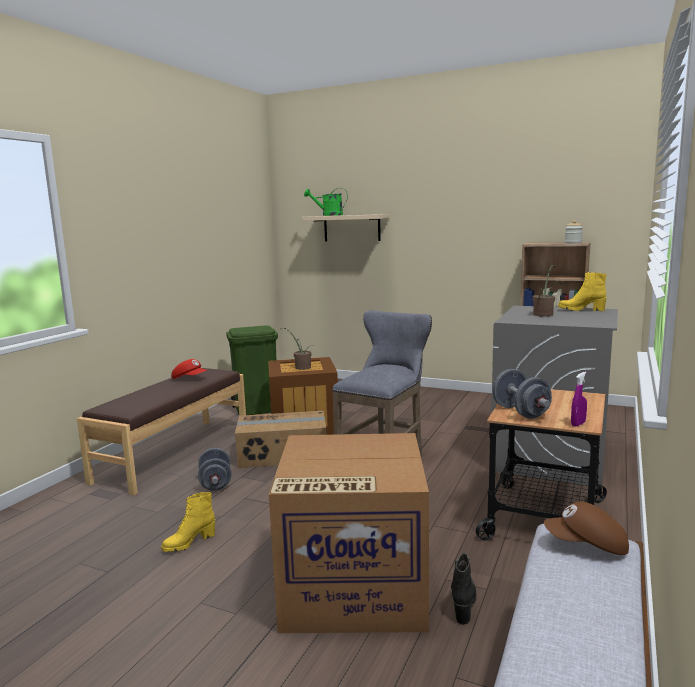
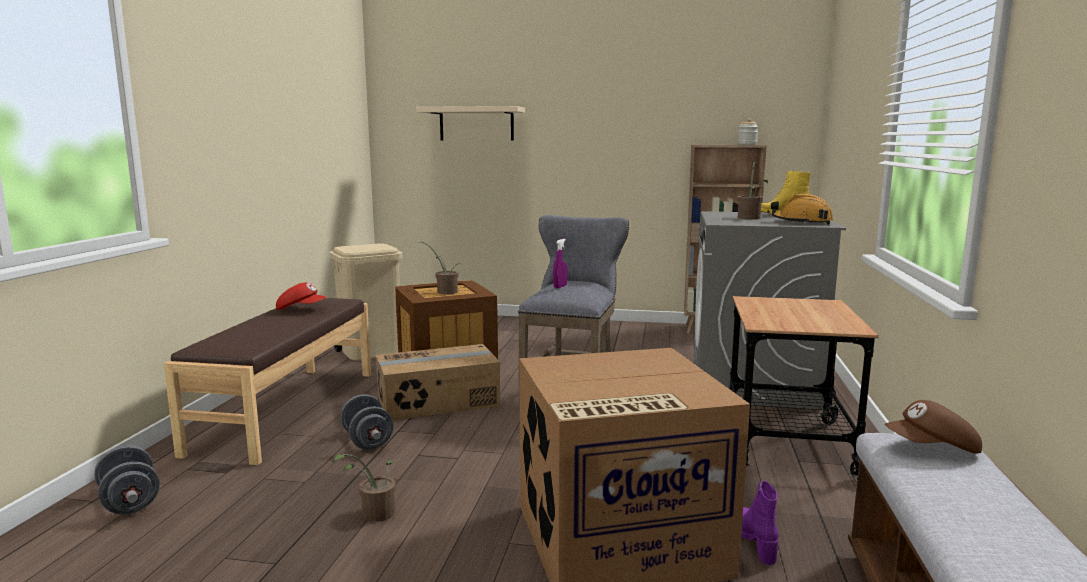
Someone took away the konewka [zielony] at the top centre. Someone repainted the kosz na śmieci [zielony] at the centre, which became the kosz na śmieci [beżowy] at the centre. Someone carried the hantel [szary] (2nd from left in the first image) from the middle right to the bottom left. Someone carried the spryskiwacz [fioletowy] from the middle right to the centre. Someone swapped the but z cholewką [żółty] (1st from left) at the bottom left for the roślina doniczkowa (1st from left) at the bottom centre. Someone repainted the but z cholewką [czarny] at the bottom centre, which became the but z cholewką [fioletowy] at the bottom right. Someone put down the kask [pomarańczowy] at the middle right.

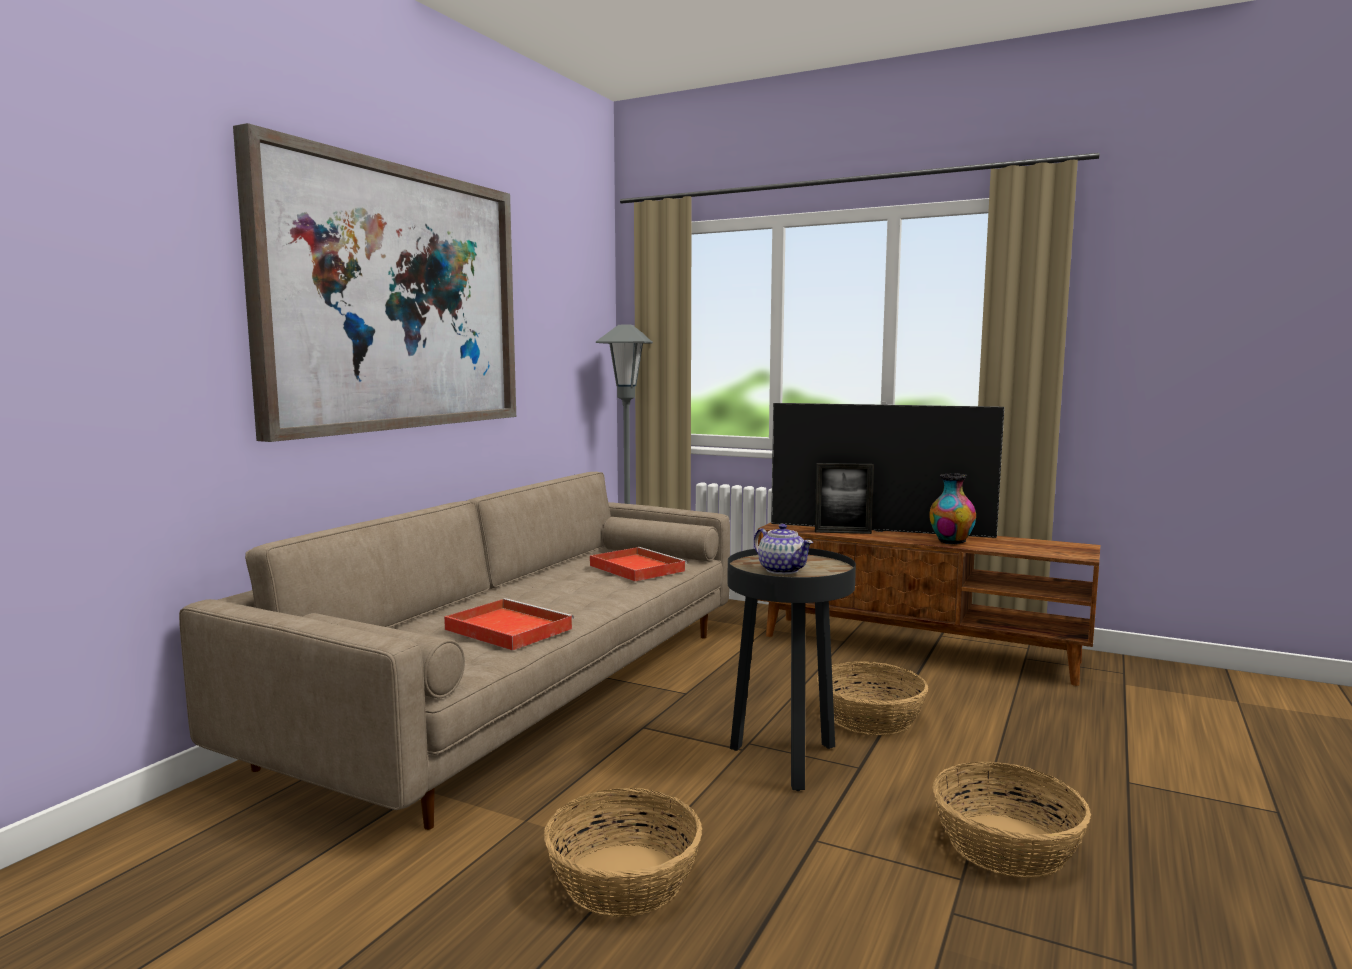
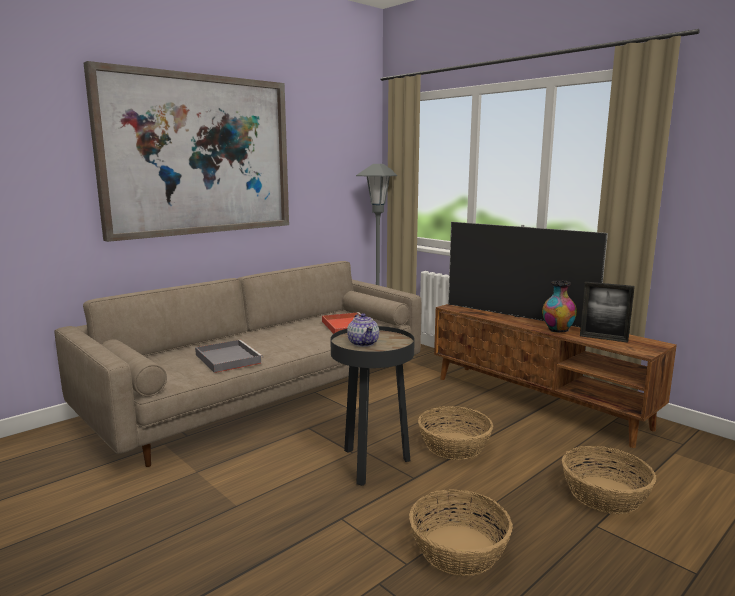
Someone carried the ramka na zdjęcie from the centre to the middle right. Someone repainted the taca [czerwony] (1st from left) at the centre, which became the taca [szary] at the middle left. Someone carried the koszyk (1st from left in the first image) from the bottom centre to the bottom right.

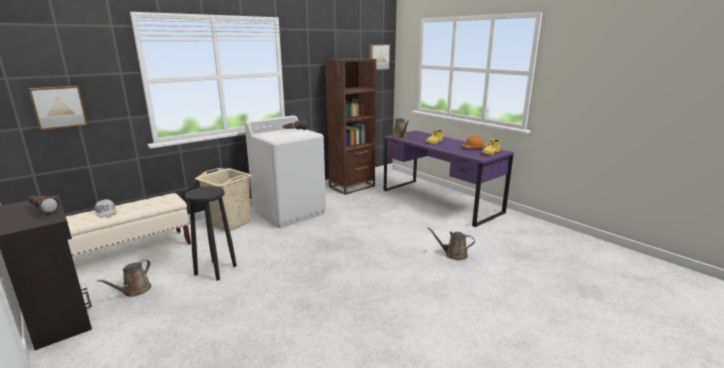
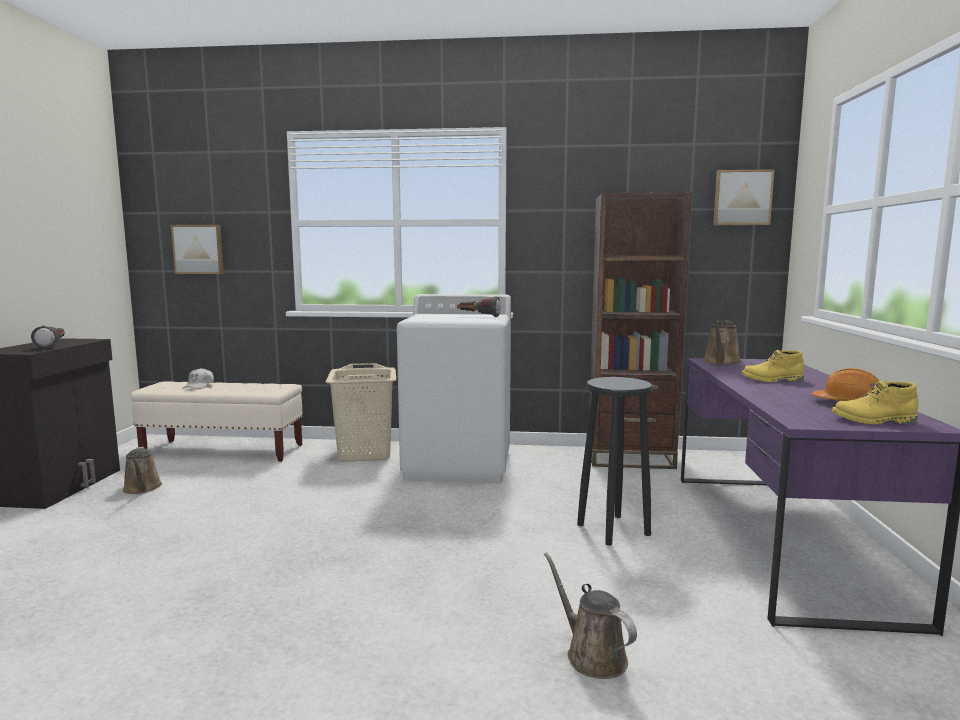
Someone carried the stołek [czarny] from the middle left to the centre. Someone rotated the konewka [brązowy] (1st from left) at the bottom left by 90 degrees counterclockwise.

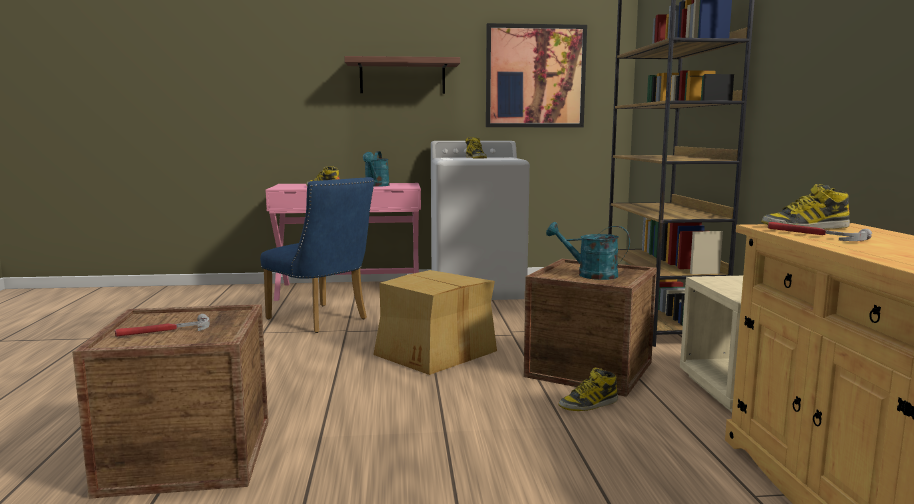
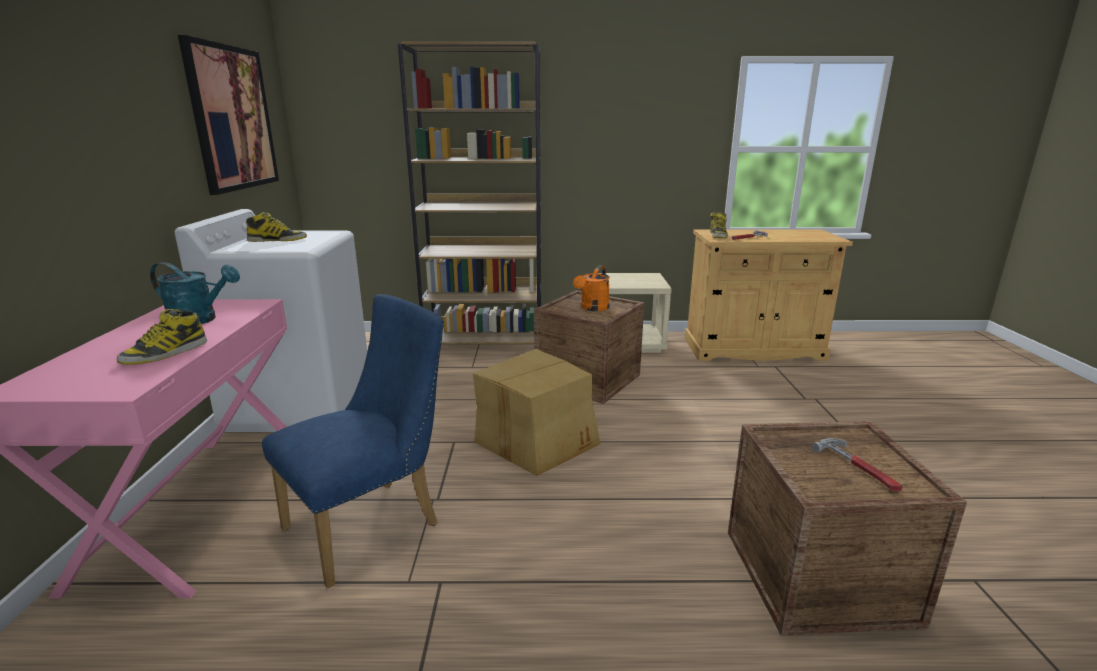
Someone took away the półka at the top centre. Someone repainted the konewka [turkusowy] (2nd from left) at the centre, which became the konewka [pomarańczowy] at the centre. Someone took away the but z cholewką (3rd from left) at the bottom centre.

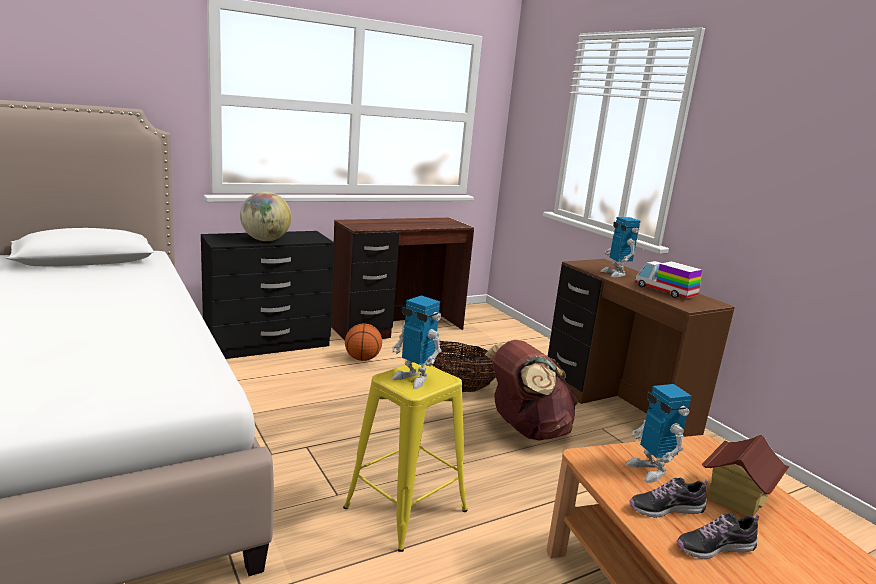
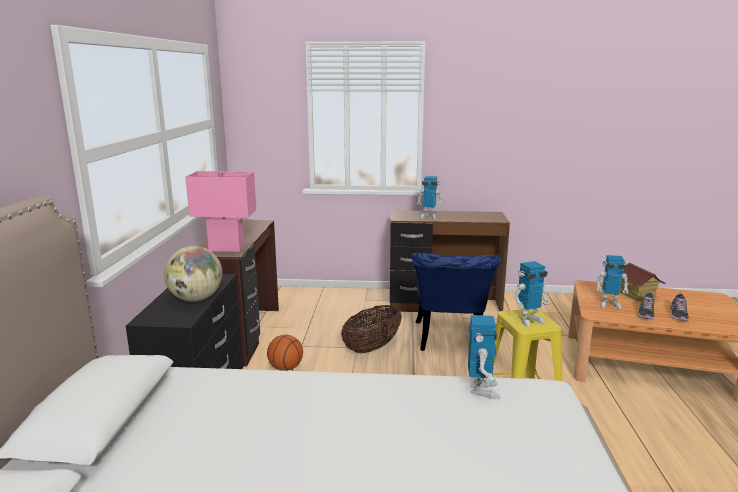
Someone took away the ciężarówka zabawkowa at the middle right. Someone swapped the plecak [brązowy] at the bottom centre for the krzesło [niebieski] at the centre. Someone put down the lampa stołowa [różowy] at the middle left. Someone put down the robot zabawkowy (2nd from left) at the bottom centre.

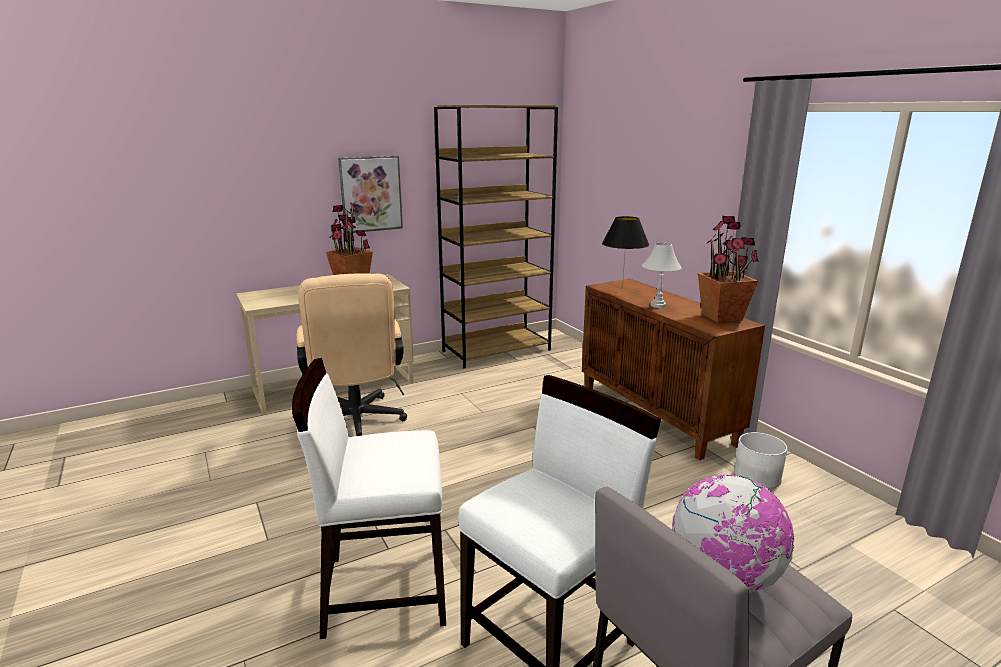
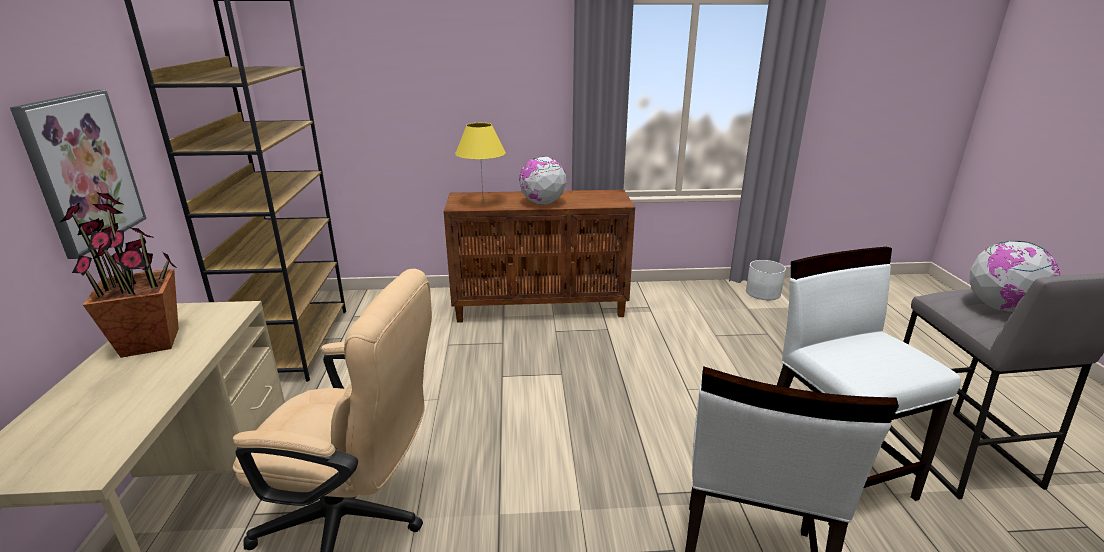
Someone repainted the lampa stołowa [czarny] at the centre, which became the lampa stołowa [żółty] at the top centre. Someone took away the roślina doniczkowa (2nd from left) at the middle right. Someone swapped the lampa stołowa [biały] at the centre for the globus (1st from left) at the top centre. Someone carried the donica [biały] from the bottom right to the middle right.

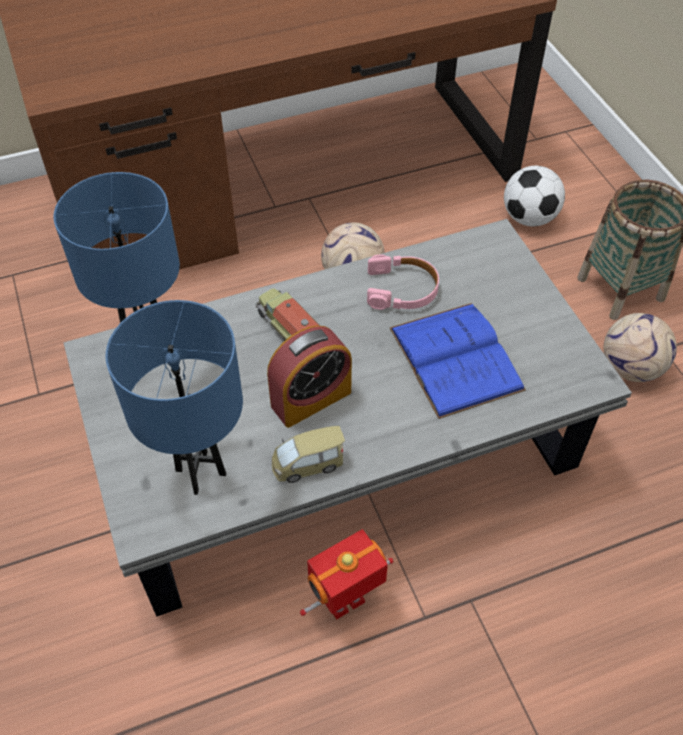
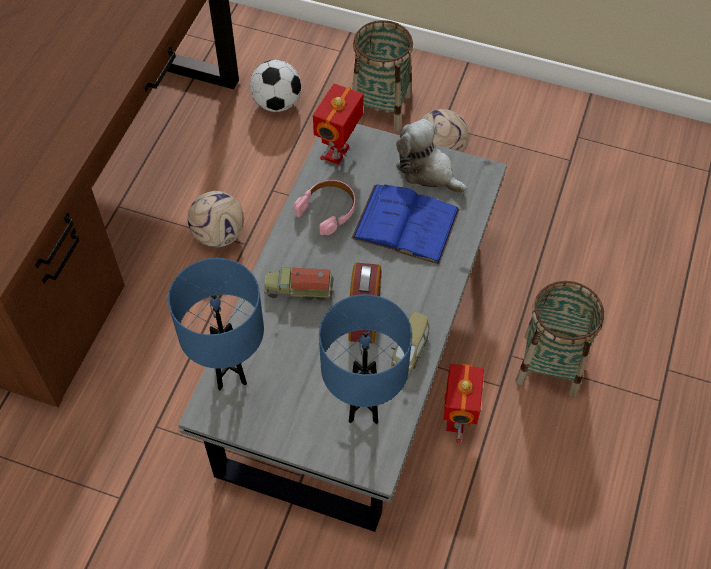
Someone put down the robot zabawkowy (1st from left) at the top centre. Someone put down the pluszak at the top centre. Someone put down the koszyk (2nd from left) at the middle right.

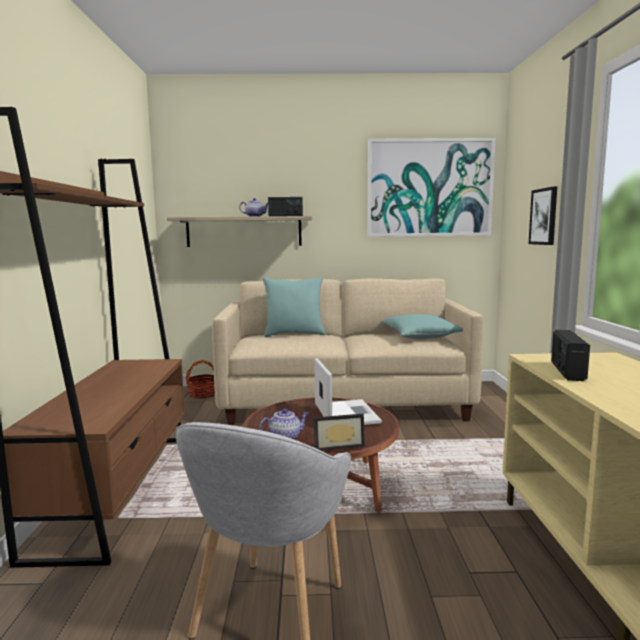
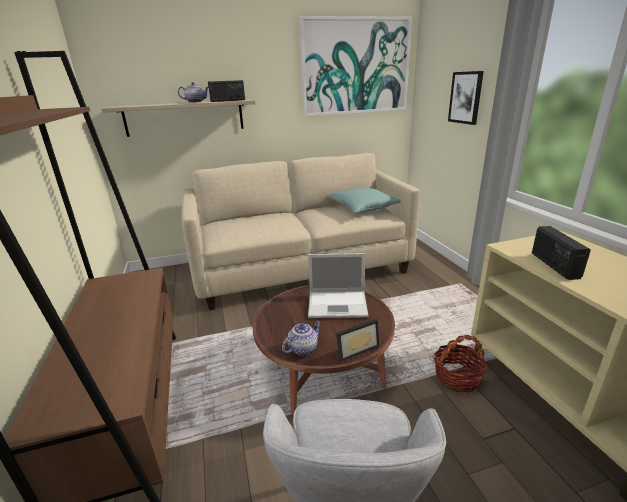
Someone took away the poduszka [turkusowy] (1st from left) at the centre. Someone rotated the laptop at the centre by 120 degrees clockwise. Someone carried the koszyk from the middle left to the bottom right.

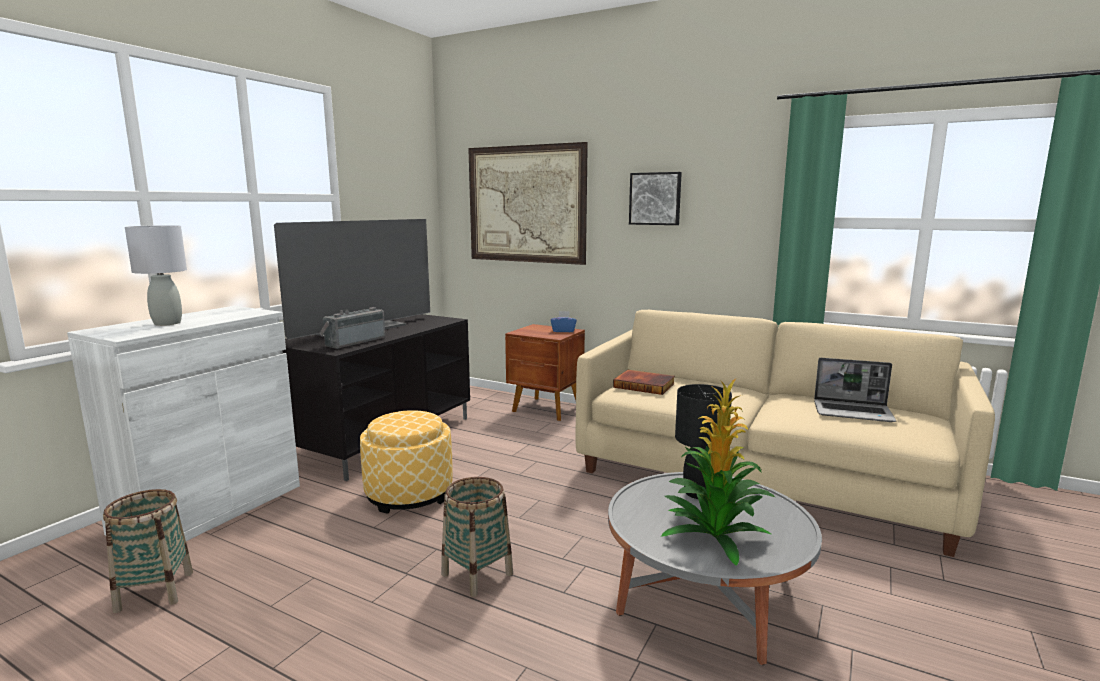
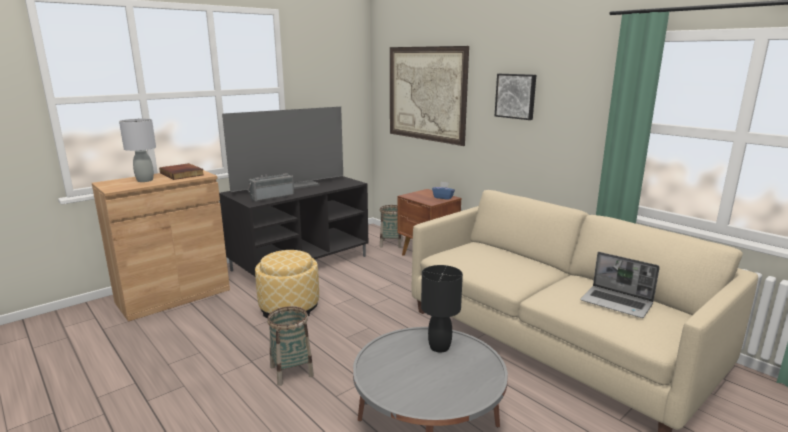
Someone repainted the szafka [biały] at the middle left, which became the szafka [brązowy] at the middle left. Someone carried the książka from the centre to the middle left. Someone took away the roślina doniczkowa at the bottom centre. Someone carried the koszyk (1st from left in the first image) from the bottom left to the centre.

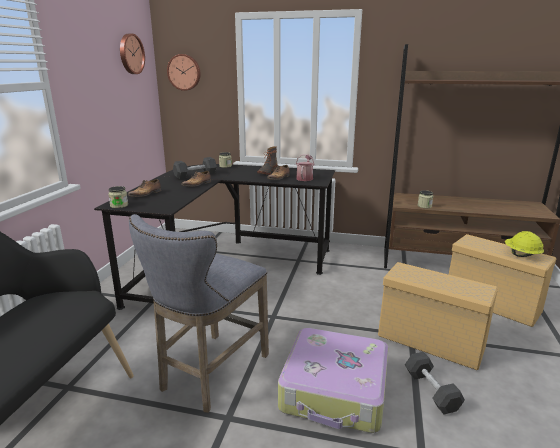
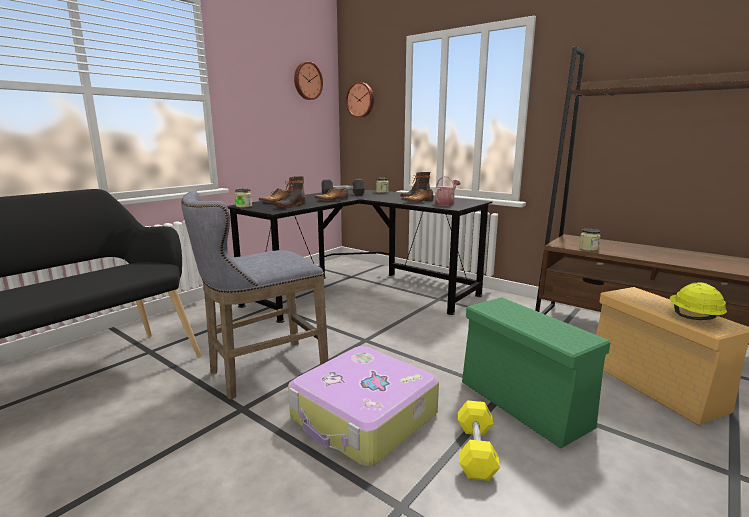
Someone repainted the pojemnik do przechowywania [beżowy] (1st from left) at the bottom right, which became the pojemnik do przechowywania [zielony] at the bottom right. Someone repainted the hantel [czarny] (2nd from left) at the bottom right, which became the hantel [żółty] at the bottom centre. Someone put down the but z cholewką (1st from left) at the centre.

